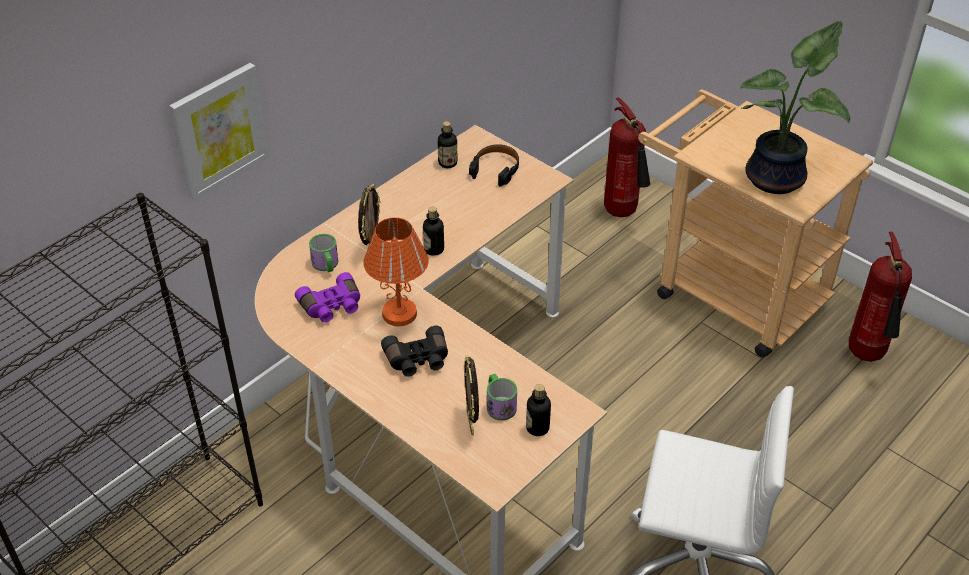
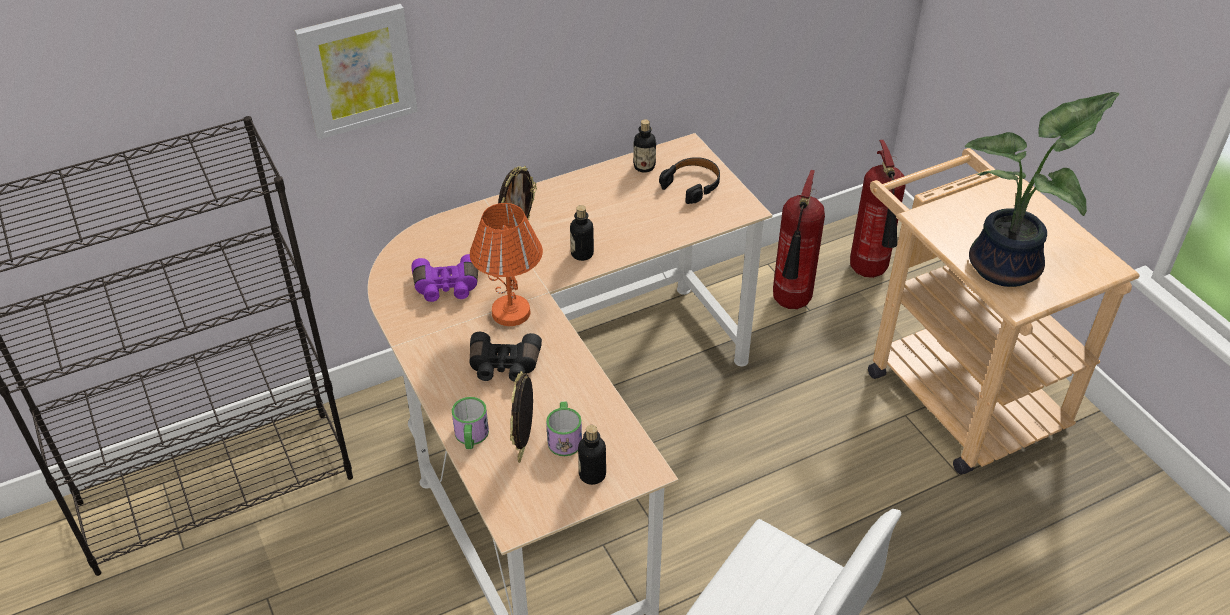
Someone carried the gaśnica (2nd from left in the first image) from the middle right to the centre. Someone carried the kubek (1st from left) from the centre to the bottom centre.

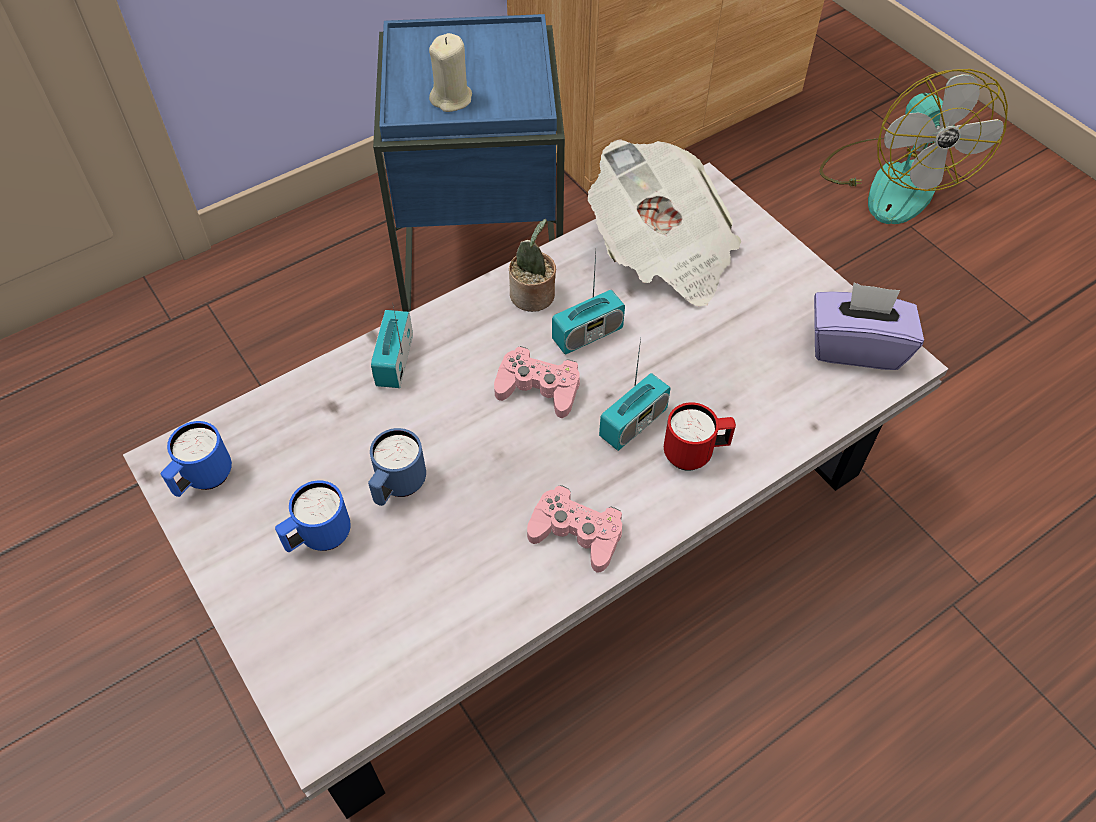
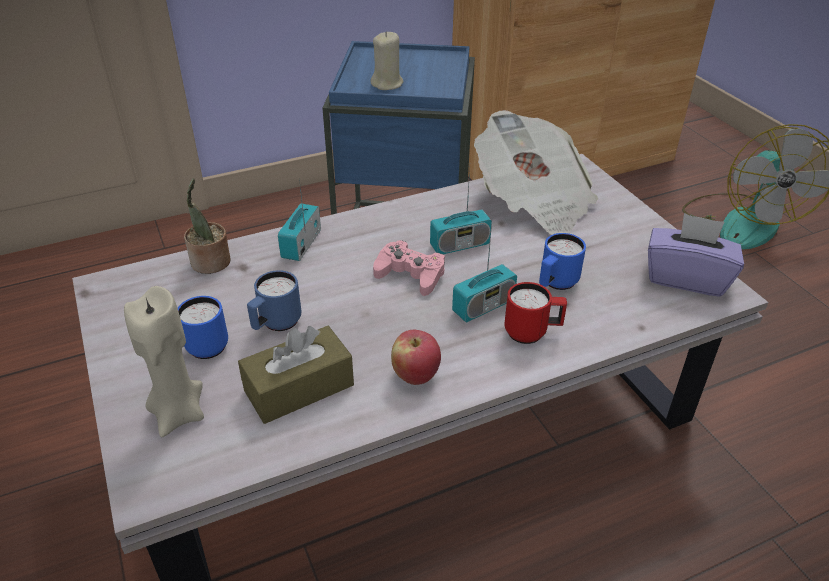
Someone carried the roślina doniczkowa from the top centre to the middle left. Someone carried the kubek [niebieski] (1st from left in the first image) from the middle left to the middle right. Someone swapped the pad do gier [różowy] (2nd from left) at the centre for the jabłko at the centre. Someone put down the świeca [beżowy] (1st from left) at the middle left. Someone put down the pudełko chusteczek [brązowy] at the centre.

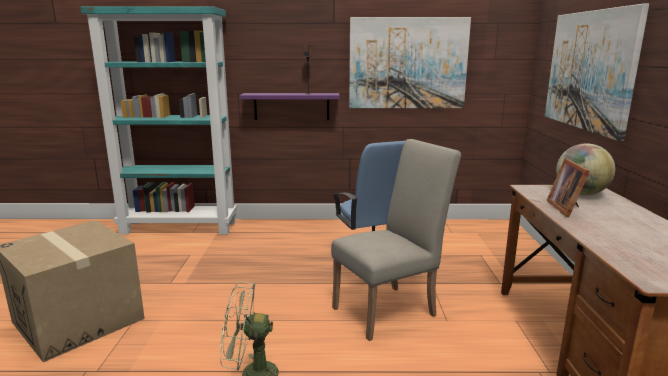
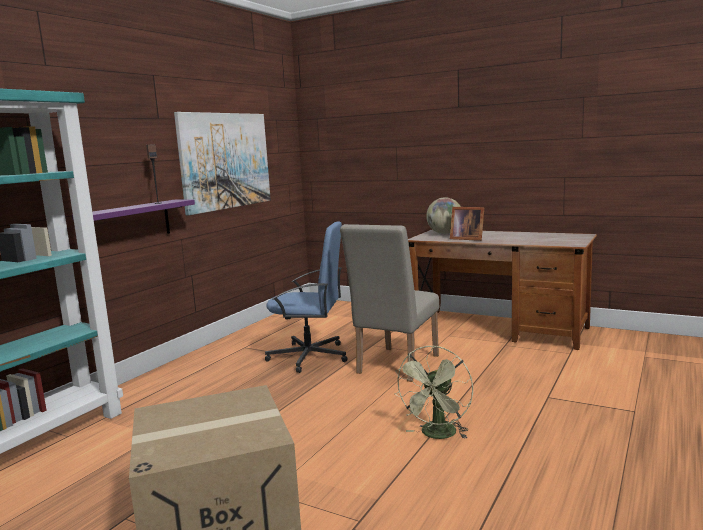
Someone took away the obraz (2nd from left) at the top right. Someone rotated the krzesło [beżowy] at the centre by 150 degrees counterclockwise.

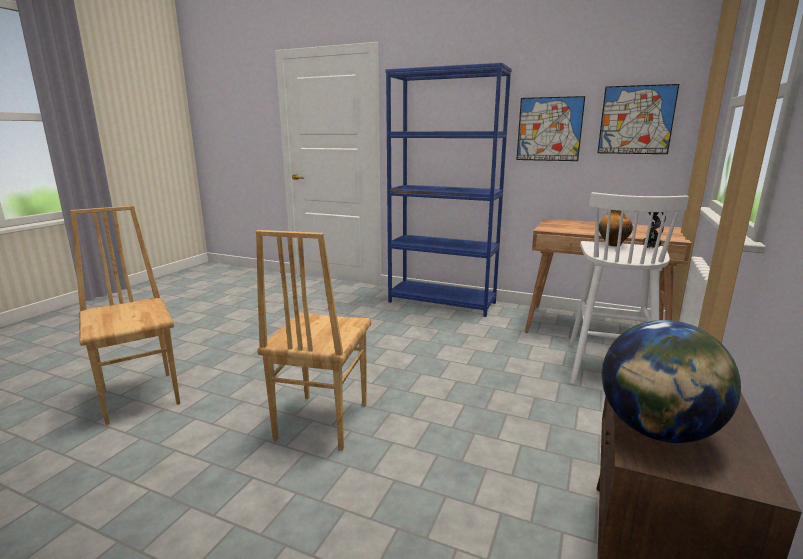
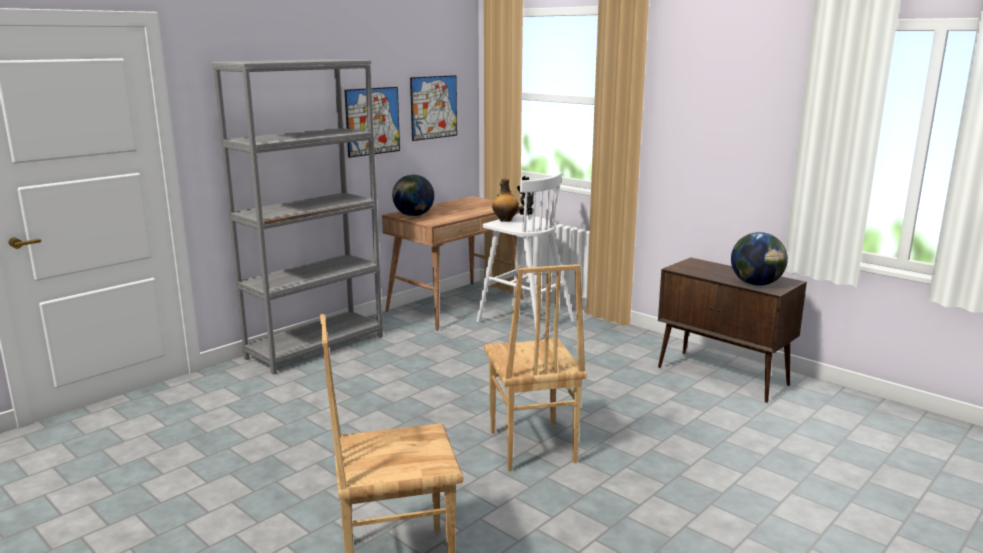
Someone repainted the regał [niebieski] at the centre, which became the regał [szary] at the middle left. Someone rotated the krzesło [brązowy] (2nd from left) at the centre by 45 degrees clockwise. Someone put down the globus (1st from left) at the centre.

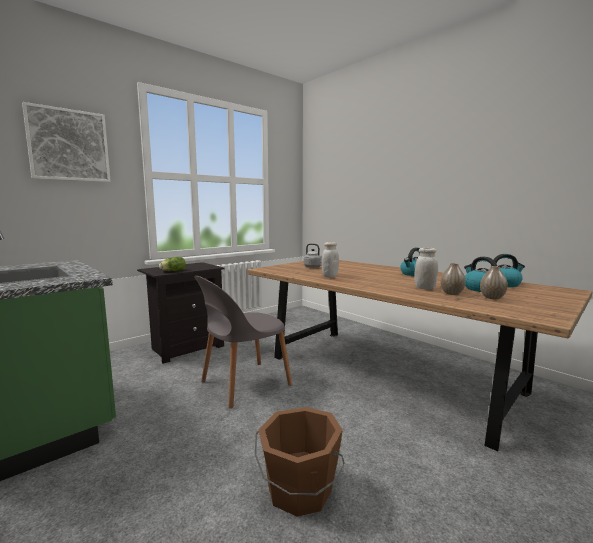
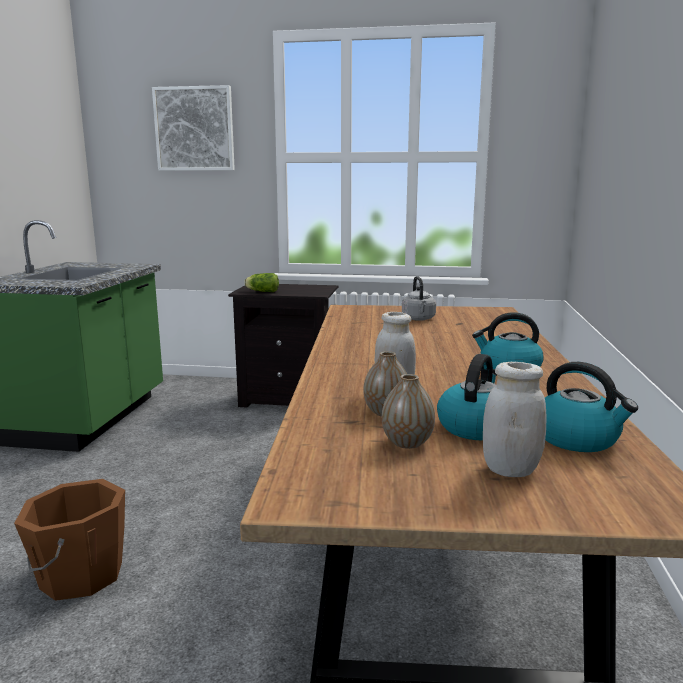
Someone carried the słoik [biały] (1st from left in the first image) from the centre to the middle right. Someone took away the krzesło [szary] at the centre.

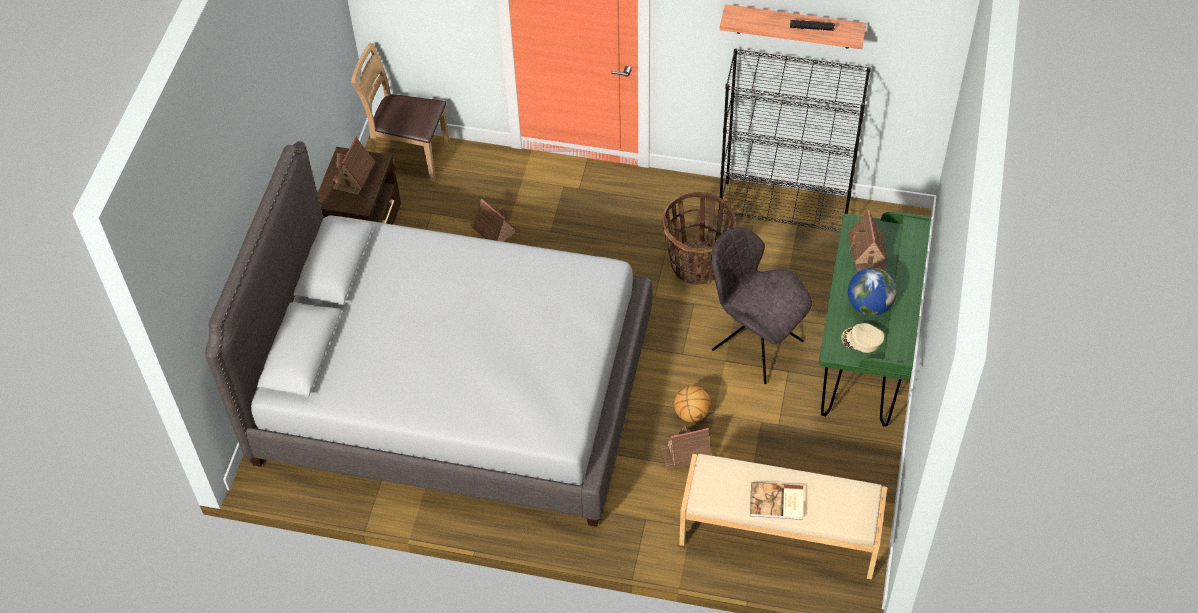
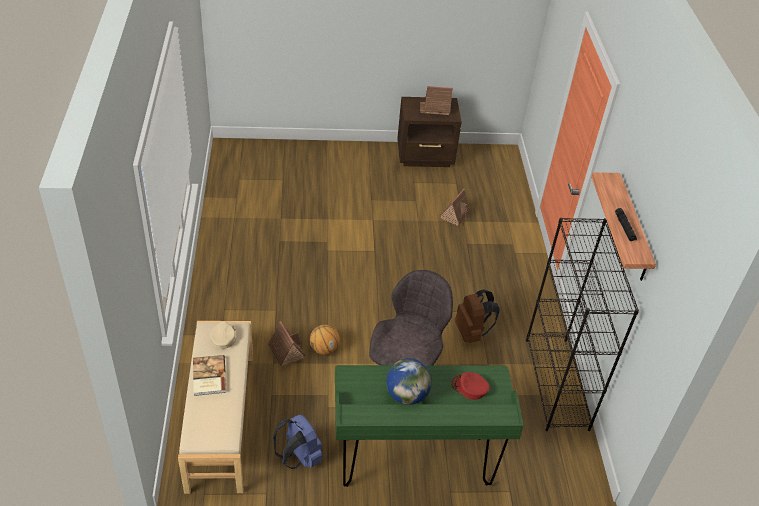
Someone took away the krzesło [brązowy] at the top centre. Someone took away the łóżko [szary] at the centre. Someone swapped the koszyk at the centre for the plecak [brązowy] at the centre. Someone swapped the domek (4th from left) at the middle right for the czapka z daszkiem [czerwony] at the bottom centre. Someone carried the czapka z daszkiem [beżowy] from the middle right to the middle left. Someone put down the plecak [niebieski] at the bottom centre.

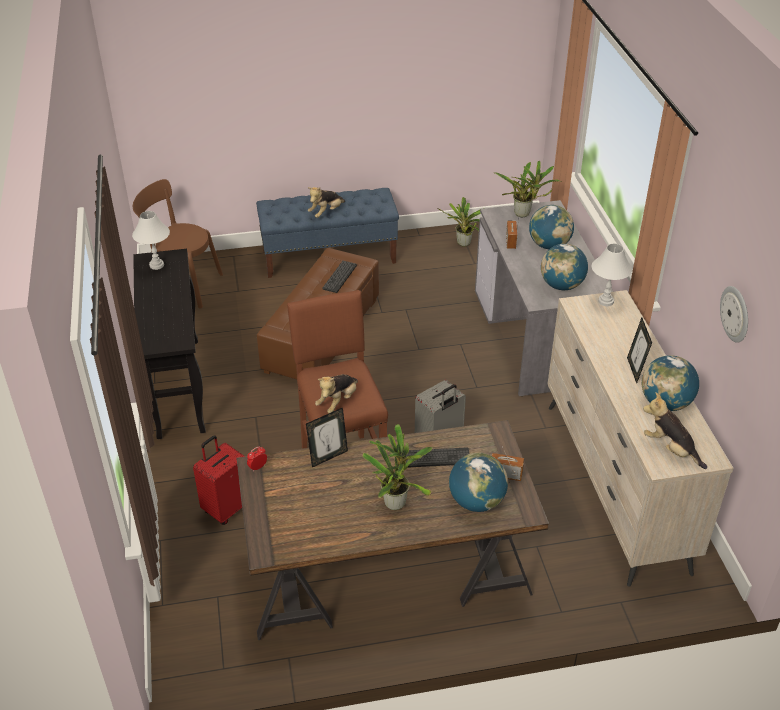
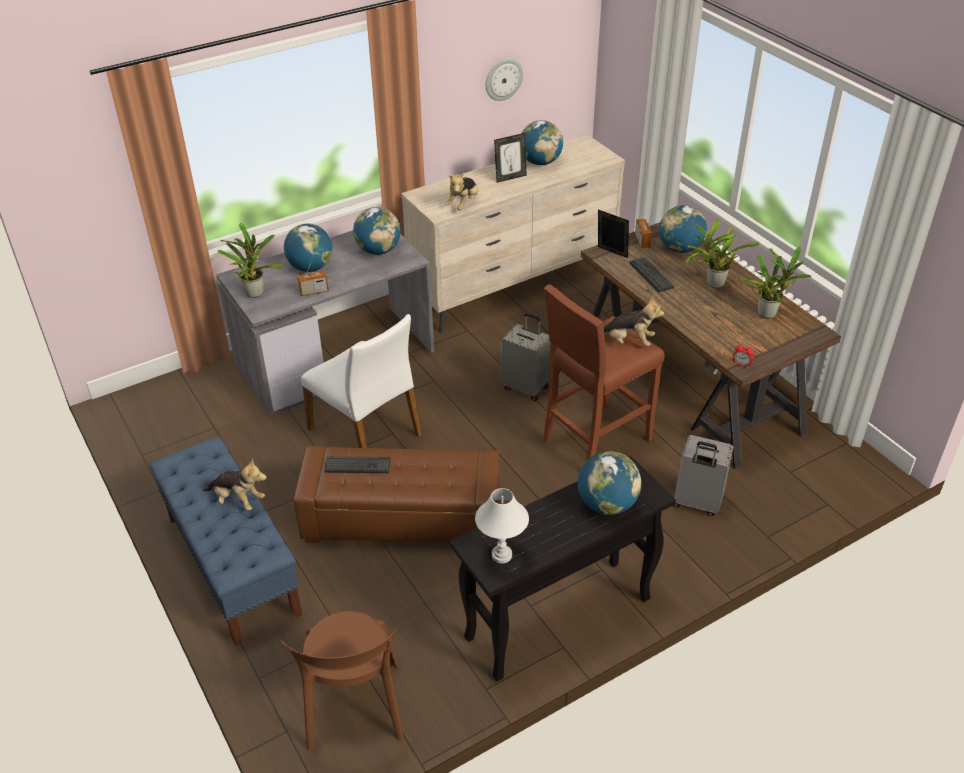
Someone carried the roślina doniczkowa (2nd from left in the first image) from the top centre to the middle right. Someone took away the lampa stołowa [biały] (2nd from left) at the middle right. Someone carried the pluszak (3rd from left in the first image) from the middle right to the top centre. Someone carried the ramka na zdjęcie (1st from left in the first image) from the centre to the top centre. Someone repainted the walizka [czerwony] at the bottom left, which became the walizka [szary] (2nd from left) at the middle right. Someone put down the krzesło [biały] at the centre. Someone put down the globus (4th from left) at the centre.

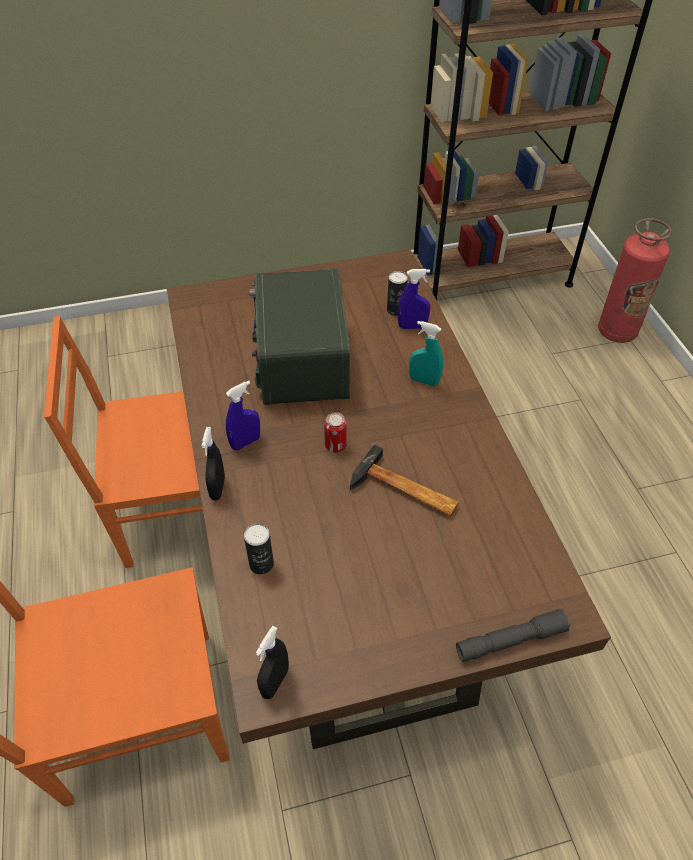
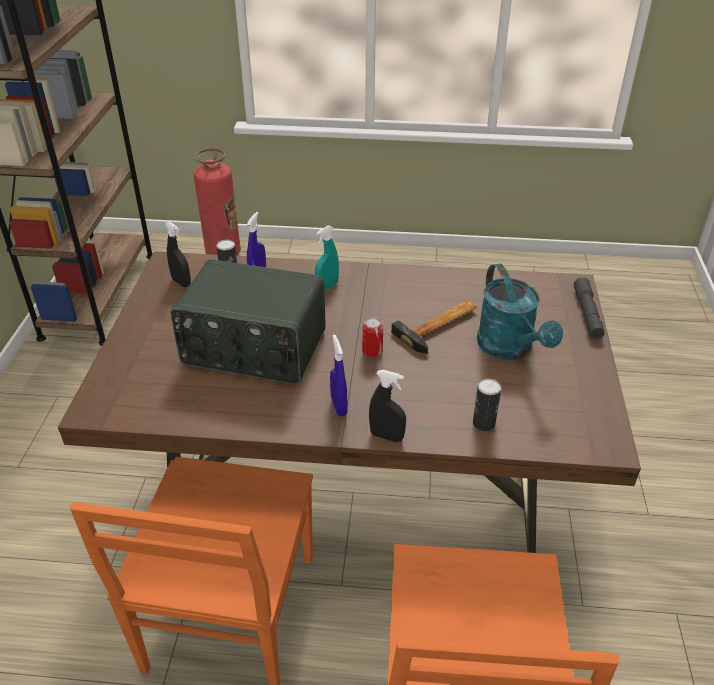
Someone carried the spryskiwacz [czarny] (2nd from left in the first image) from the bottom centre to the middle left. Someone put down the konewka [turkusowy] at the middle right.

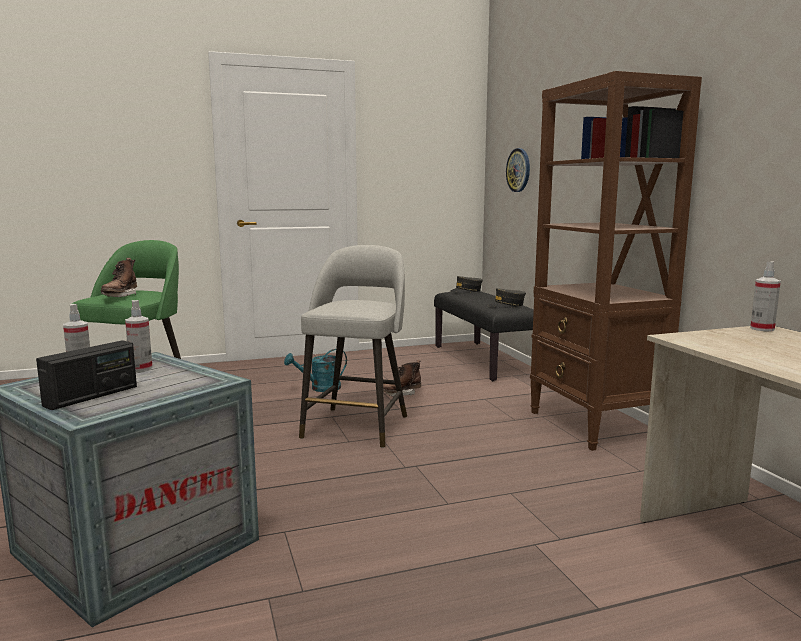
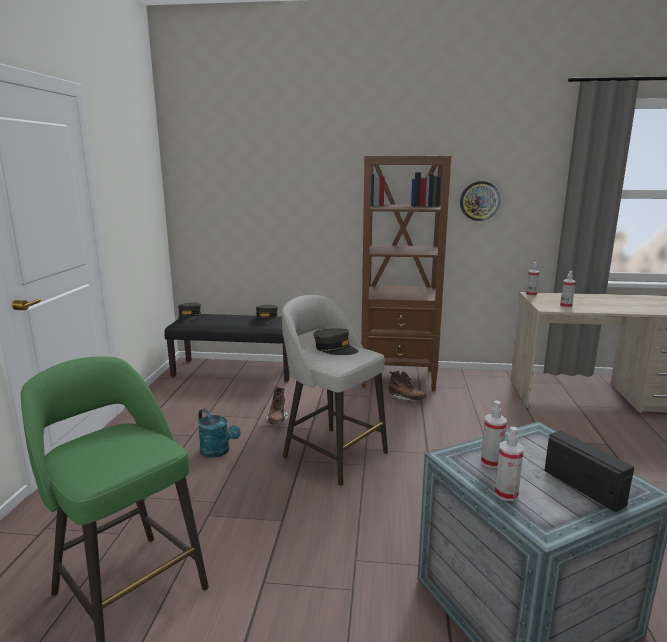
Someone carried the zegar ścienny from the top centre to the top right. Someone carried the but z cholewką [brązowy] (1st from left in the first image) from the middle left to the centre. Someone rotated the konewka [turkusowy] at the centre by 45 degrees counterclockwise. Someone put down the spryskiwacz (4th from left) at the middle right. Someone put down the czapka z daszkiem [szary] (3rd from left) at the centre.

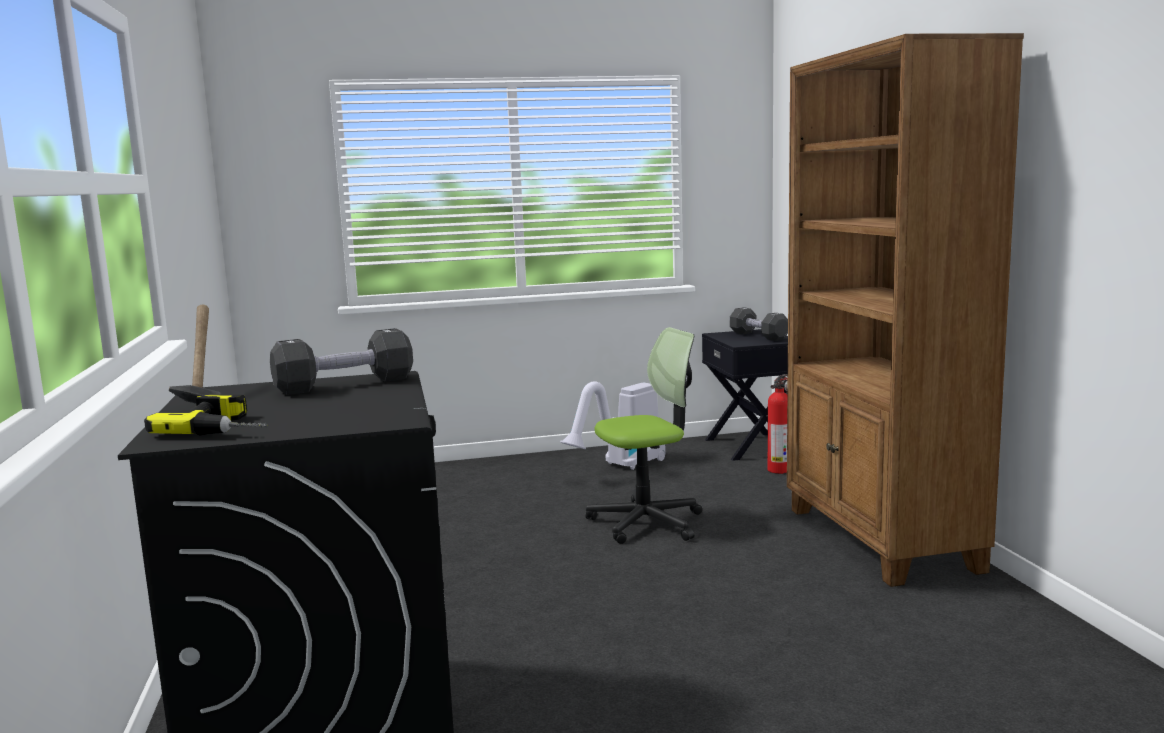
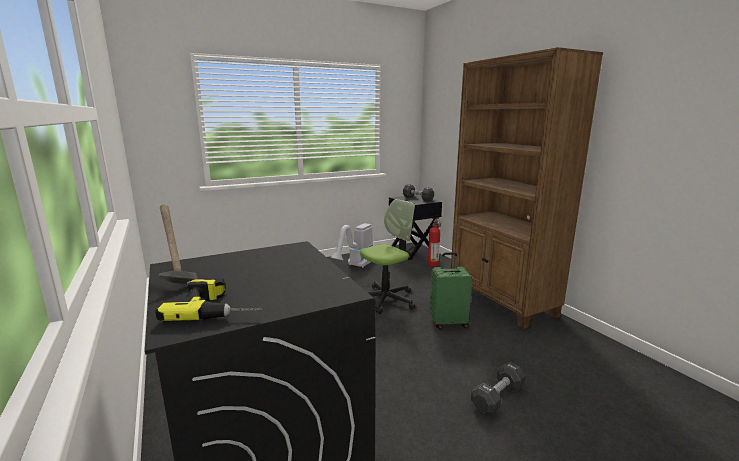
Someone carried the hantel [czarny] (1st from left in the first image) from the middle left to the bottom right. Someone put down the walizka [zielony] at the centre.

